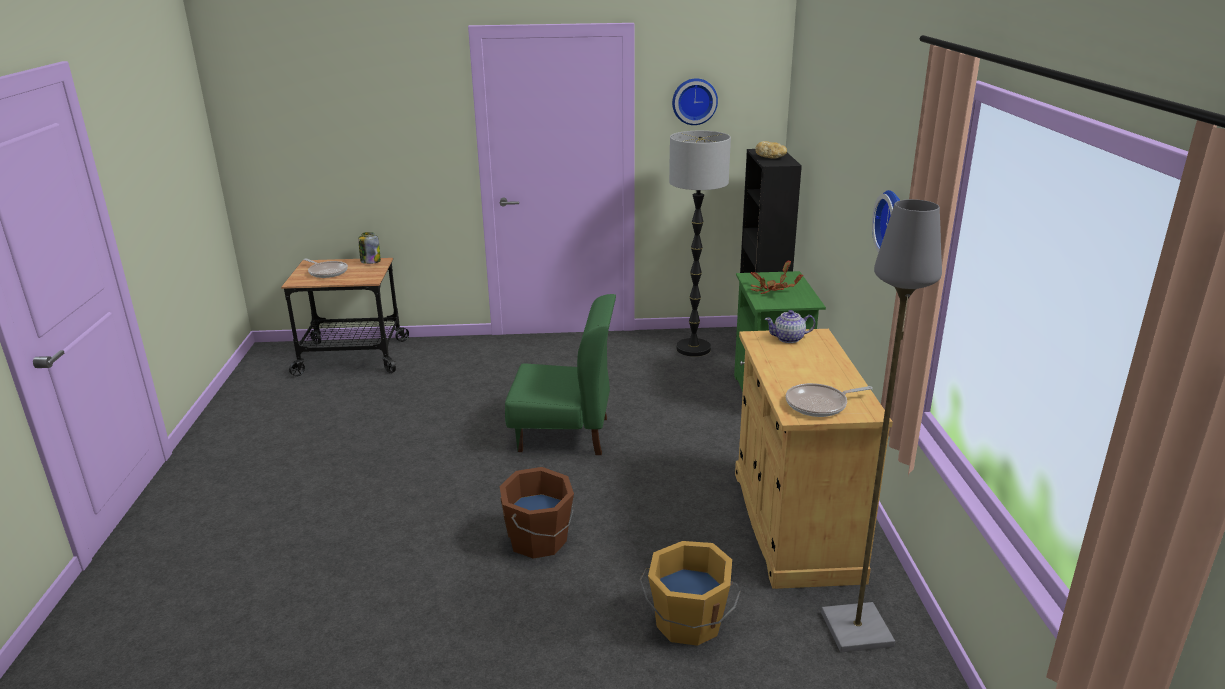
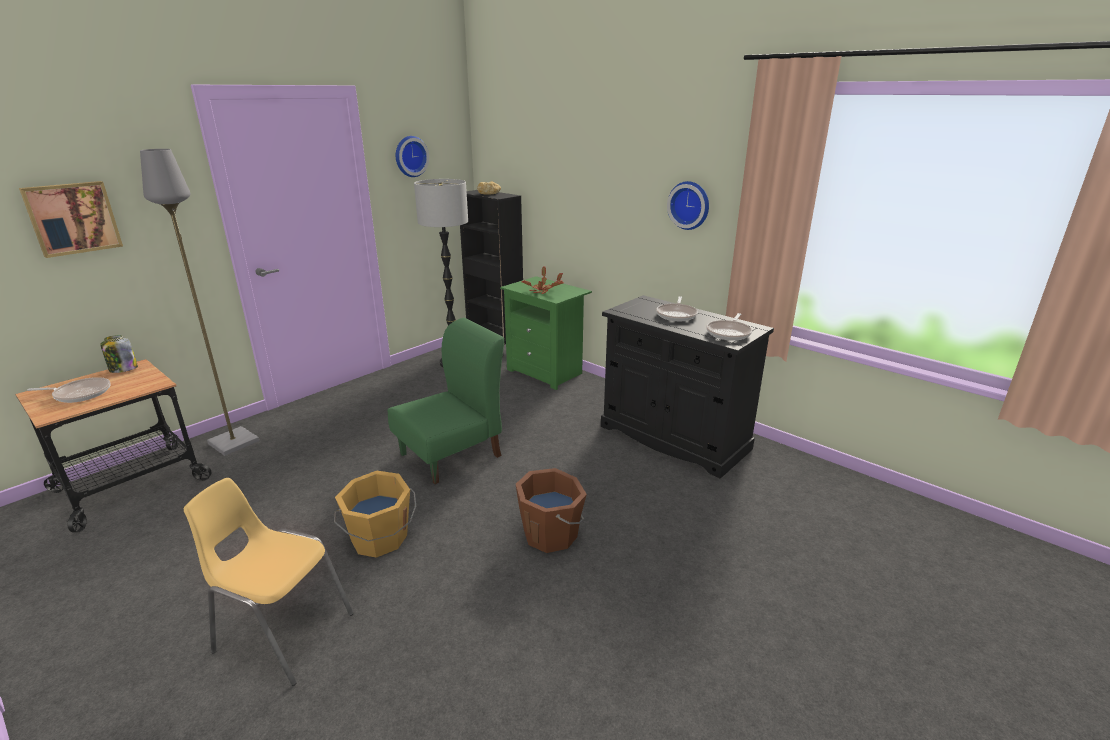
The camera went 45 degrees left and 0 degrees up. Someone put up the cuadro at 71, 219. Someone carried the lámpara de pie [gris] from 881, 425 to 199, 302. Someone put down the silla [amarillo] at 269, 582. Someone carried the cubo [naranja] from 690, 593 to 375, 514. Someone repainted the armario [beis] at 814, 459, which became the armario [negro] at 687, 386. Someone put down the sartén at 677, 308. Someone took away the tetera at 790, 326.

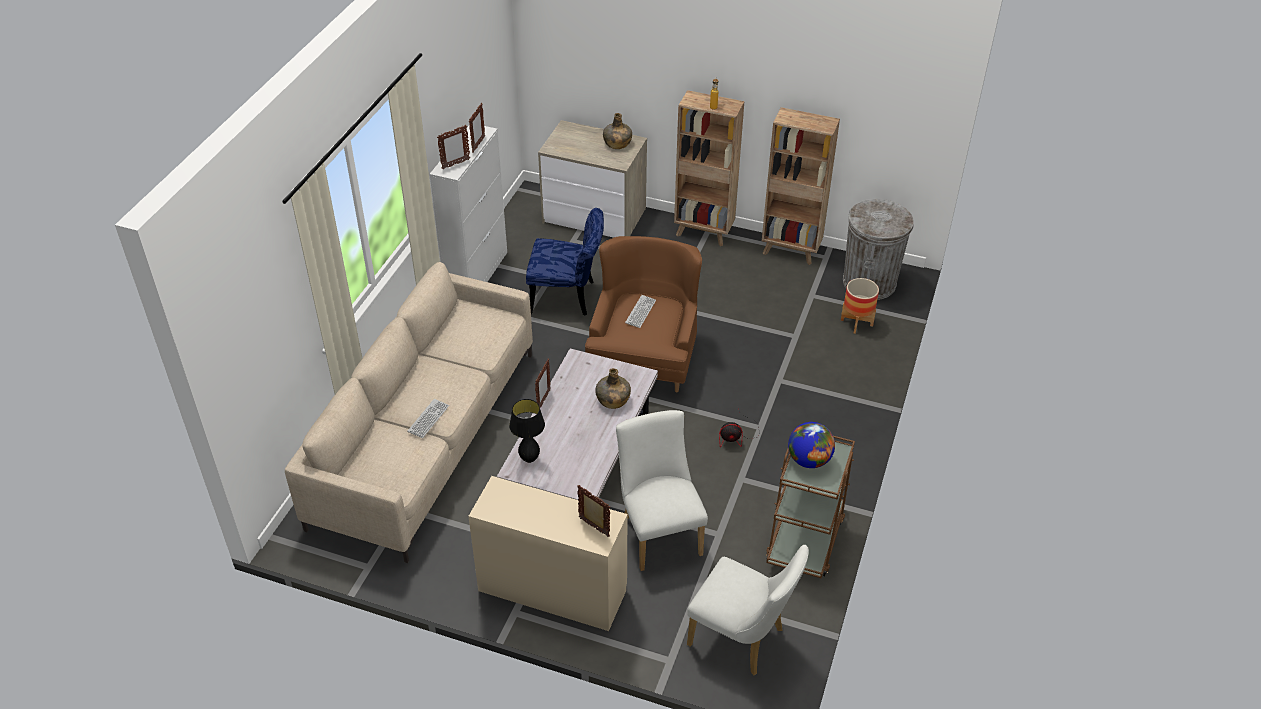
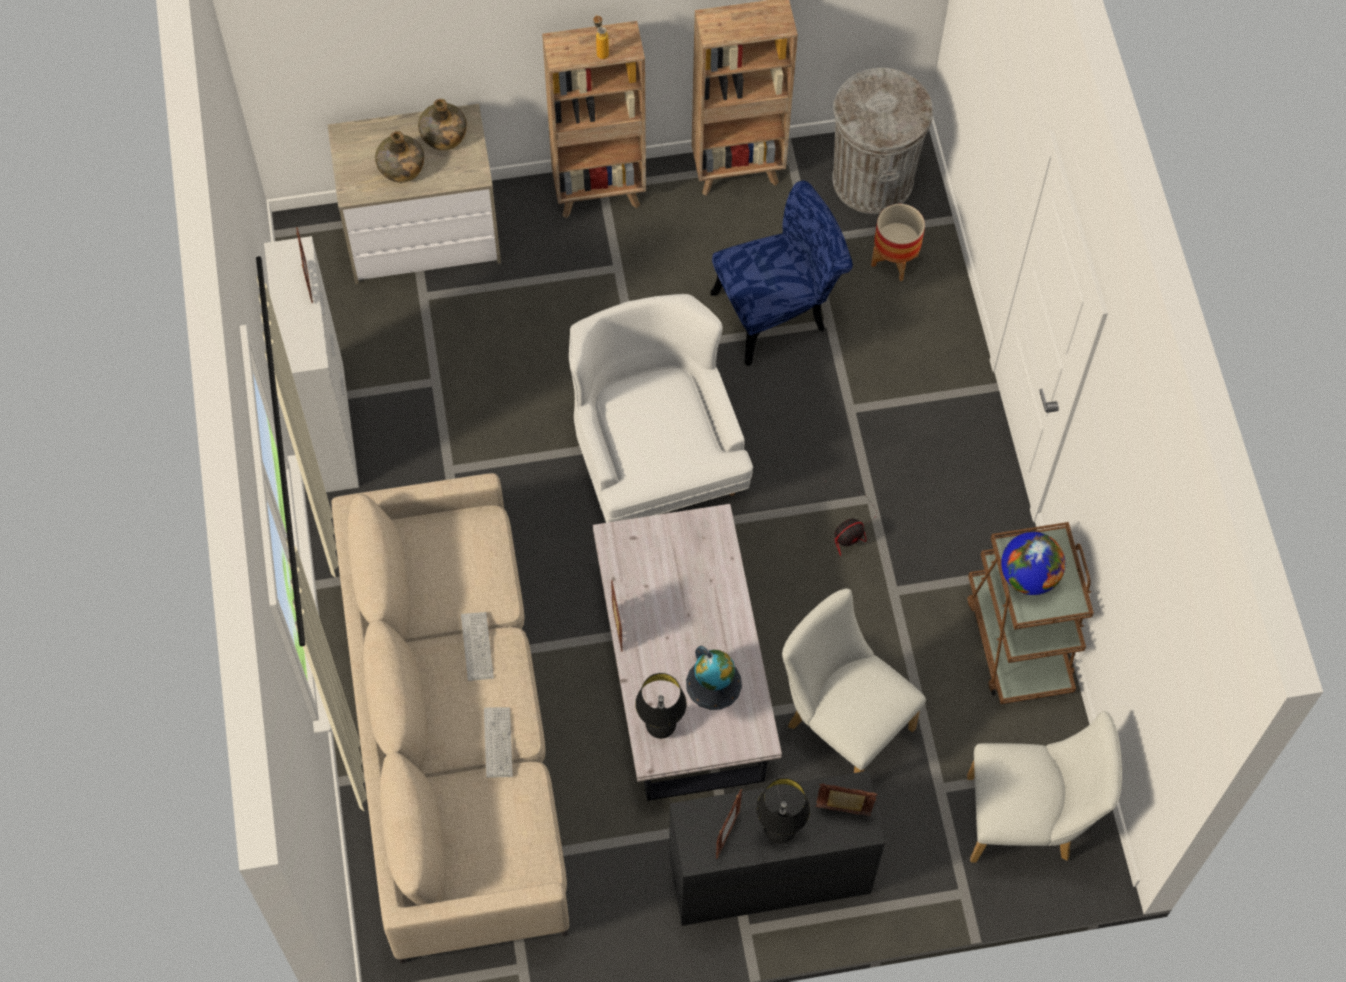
The camera went 30 degrees left and 20 degrees up. Someone carried the botella [verde] from 613, 388 to 399, 157. Someone carried the teclado from 640, 311 to 477, 646. Someone repainted the sillón [marrón] at 643, 314, which became the sillón [blanco] at 661, 408. Someone repainted the escritorio [beis] at 548, 553, which became the escritorio [negro] at 777, 848. Someone put down the globo terráqueo at 714, 678. Someone carried the silla [azul] from 565, 262 to 781, 273. Someone carried the portarretratos from 453, 147 to 729, 823. Someone put down the lámpara de mesa [negro] at 783, 811.

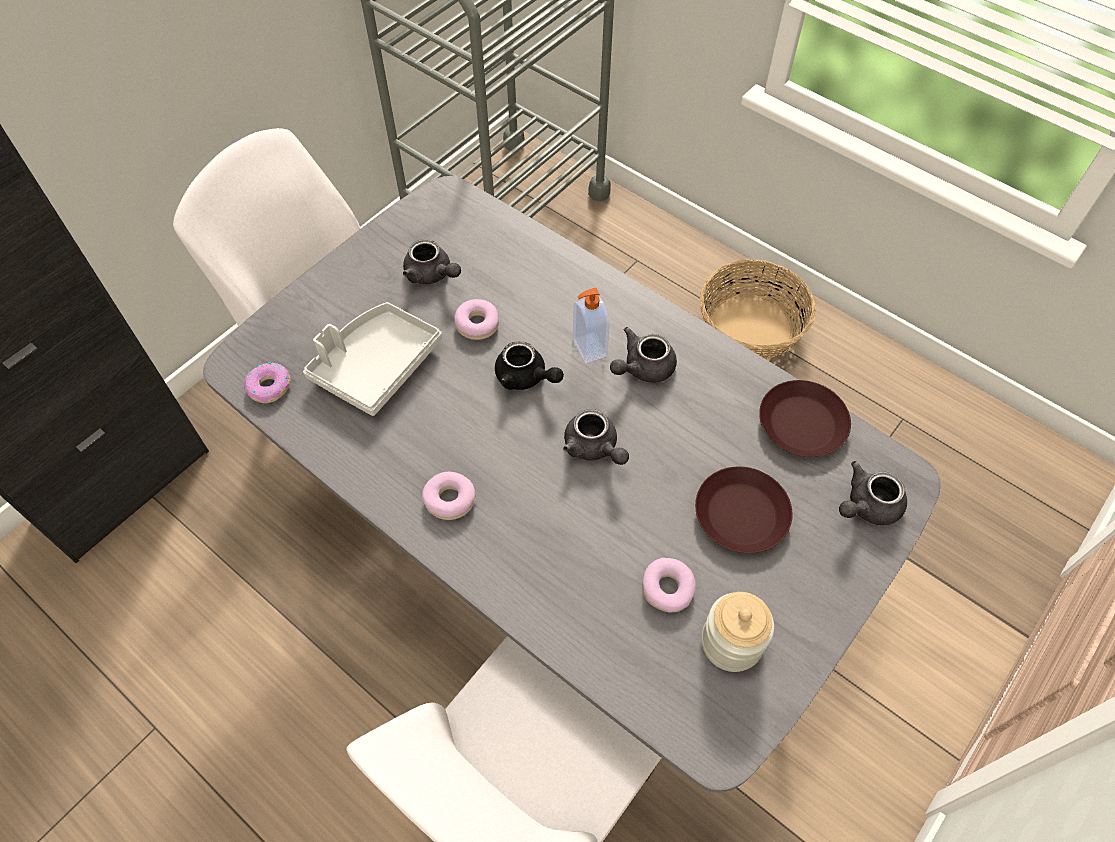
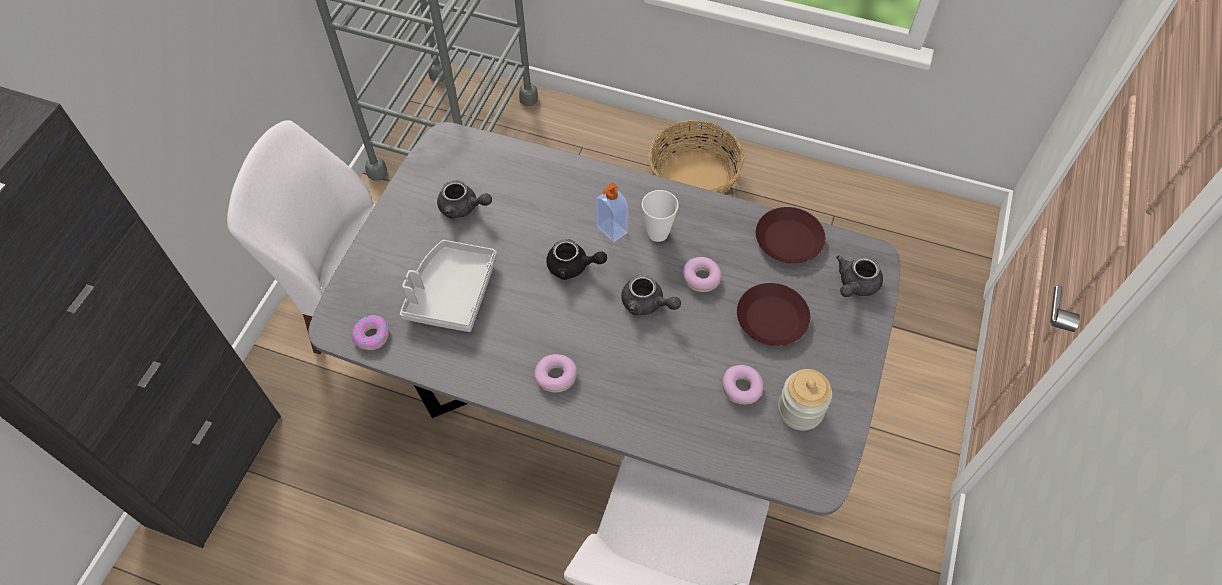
The camera went 20 degrees left and 0 degrees up. Someone swapped the tetera [gris] at 643, 355 for the taza at 660, 216. Someone carried the rosquilla from 476, 319 to 702, 274.

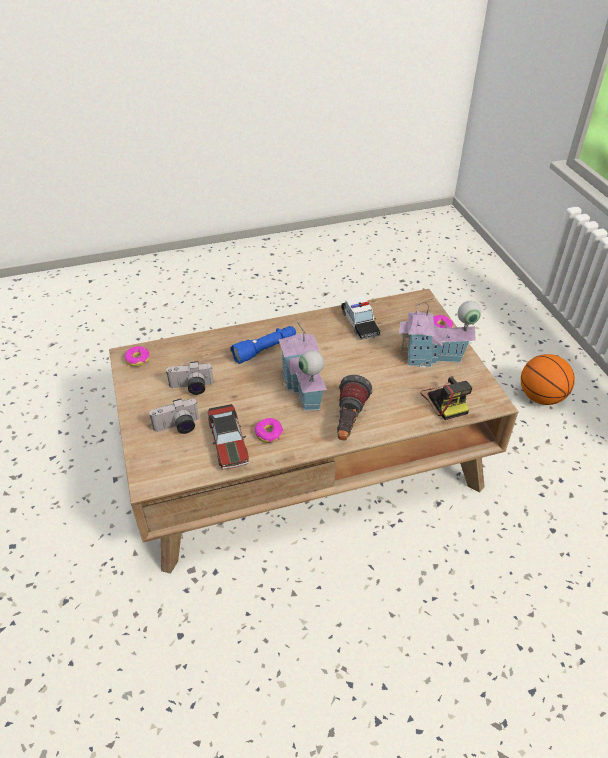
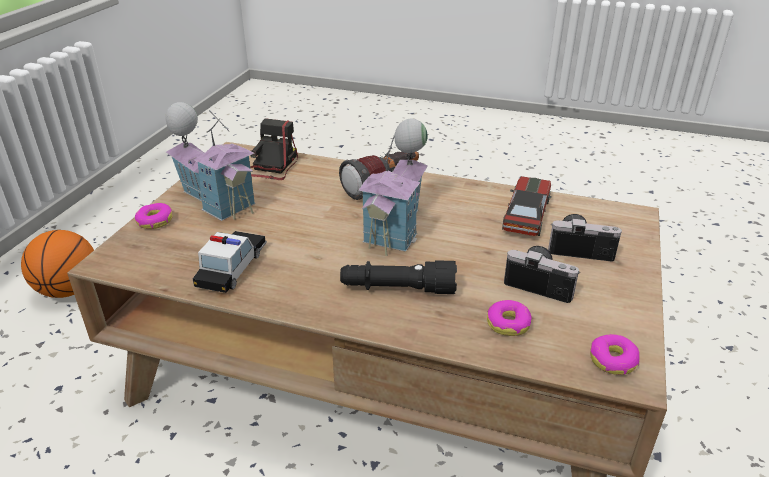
The camera went 145 degrees left and 10 degrees down. Someone repainted the linterna [azul] at 263, 345, which became the linterna [negro] at 398, 277. Someone carried the rosquilla from 268, 430 to 509, 318.

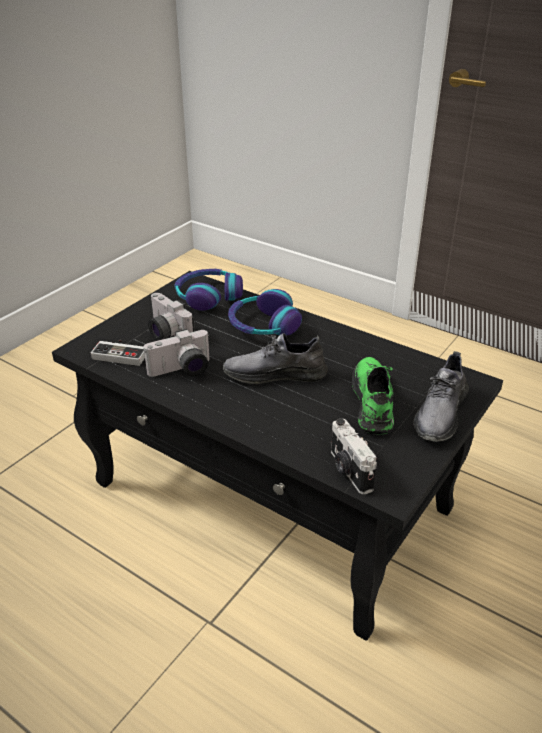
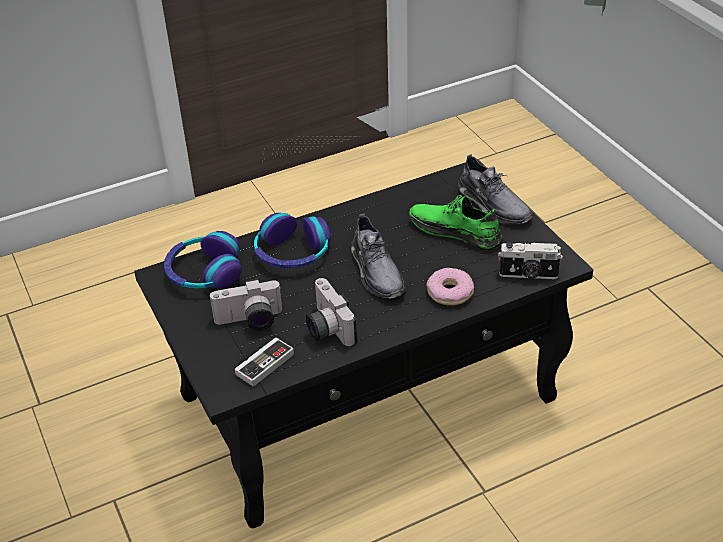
The camera went 60 degrees left and 5 degrees up. Someone rotated the cámara at 177, 353 by 150 degrees clockwise. Someone rotated the zapato [gris] at 275, 358 by 45 degrees counterclockwise. Someone put down the rosquilla at 450, 287.

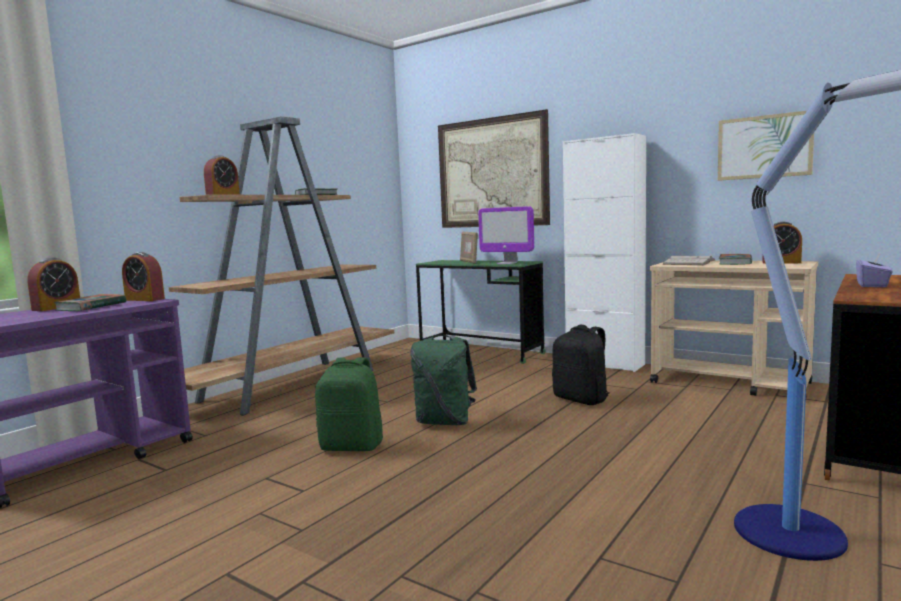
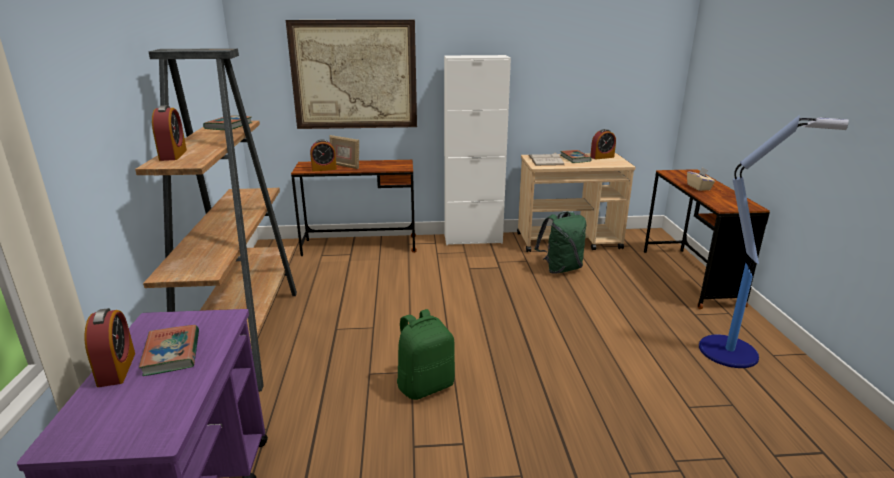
The camera went 40 degrees left and 15 degrees up. Someone repainted the escritorio [verde] at 481, 312, which became the escritorio [marrón] at 354, 208. Someone carried the despertador from 143, 276 to 323, 155. Someone carried the mochila [verde] from 443, 379 to 560, 243. Someone repainted the caja de pañuelos [morado] at 874, 270, which became the caja de pañuelos [beis] at 701, 179. Someone took away the monitor at 506, 235. Someone took away the mochila [negro] at 581, 365. Someone took away the cuadro at 766, 146.

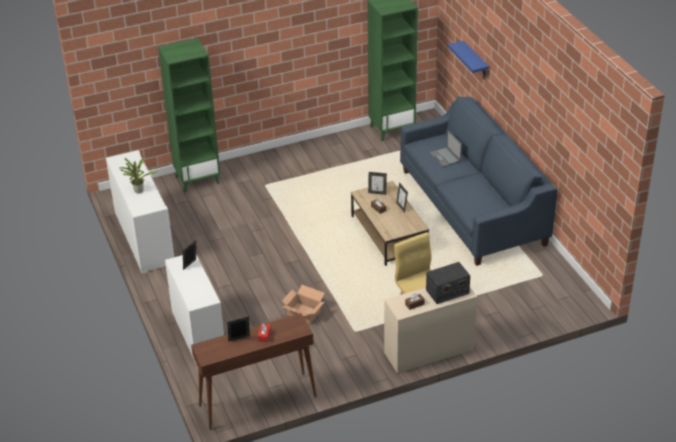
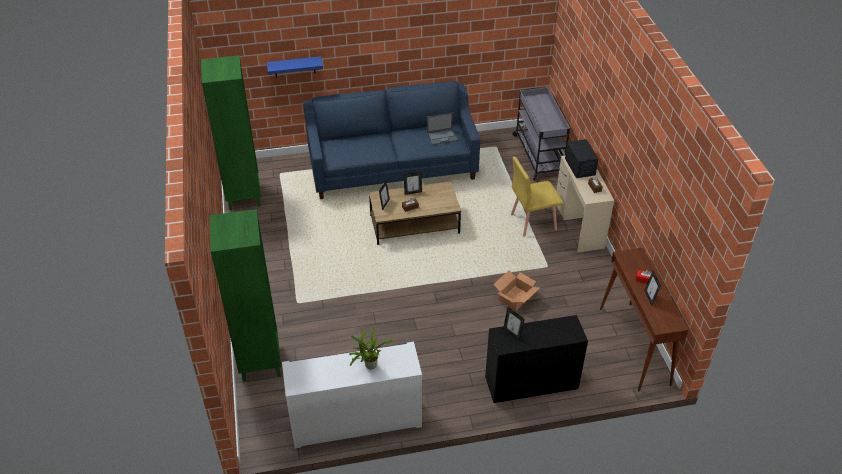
The camera went 80 degrees left and 5 degrees up. Someone carried the portátil from 445, 148 to 442, 128. Someone repainted the escritorio [blanco] at 194, 309, which became the escritorio [negro] at 536, 359. Someone put down the carrito [gris] at 541, 134.

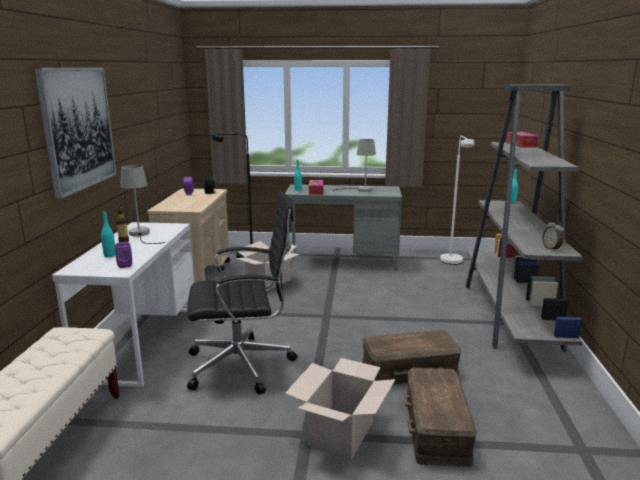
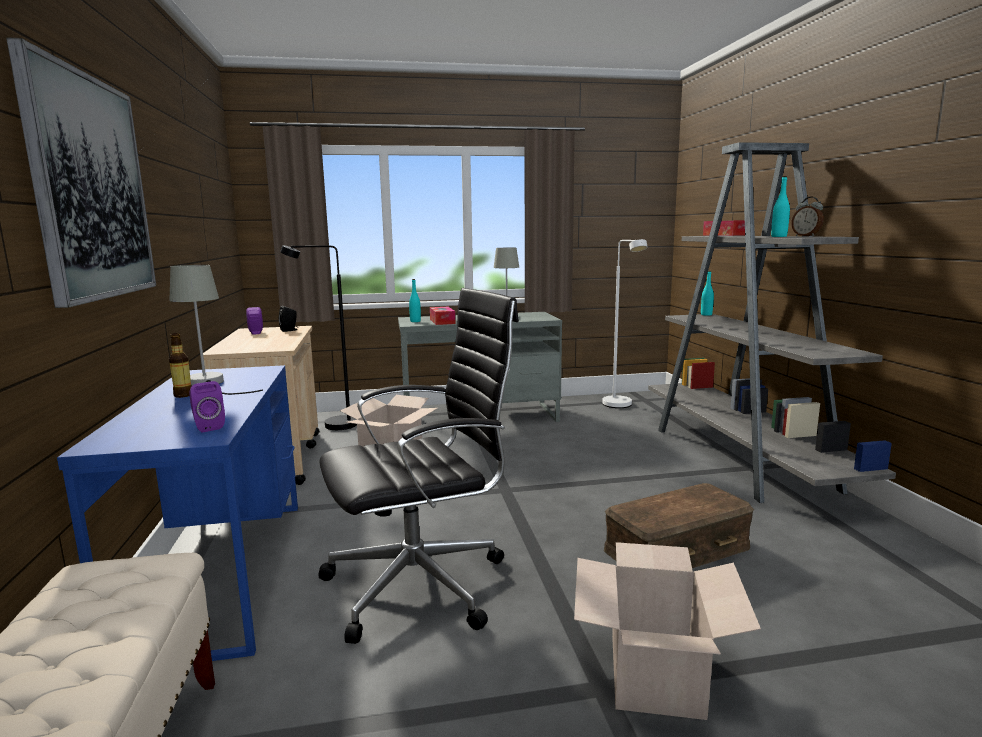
The camera went 15 degrees left and 5 degrees down. Someone repainted the escritorio [blanco] at 123, 304, which became the escritorio [azul] at 177, 513. Someone carried the botella [turquesa] from 108, 234 to 780, 206. Someone carried the despertador from 553, 235 to 807, 216. Someone took away the caja de almacenaje [marrón] at 440, 417.

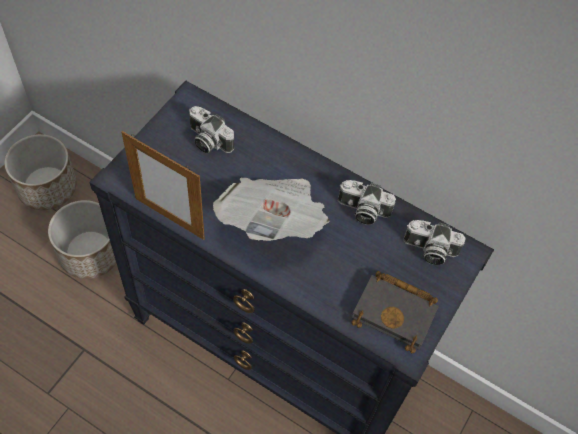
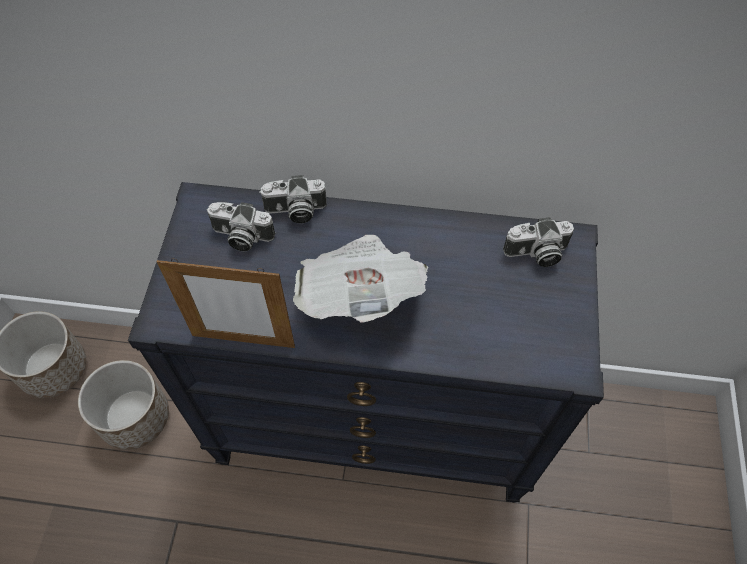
The camera went 20 degrees left and 0 degrees up. Someone carried the cámara from 367, 202 to 293, 199. Someone took away the libro [negro] at 395, 312.

